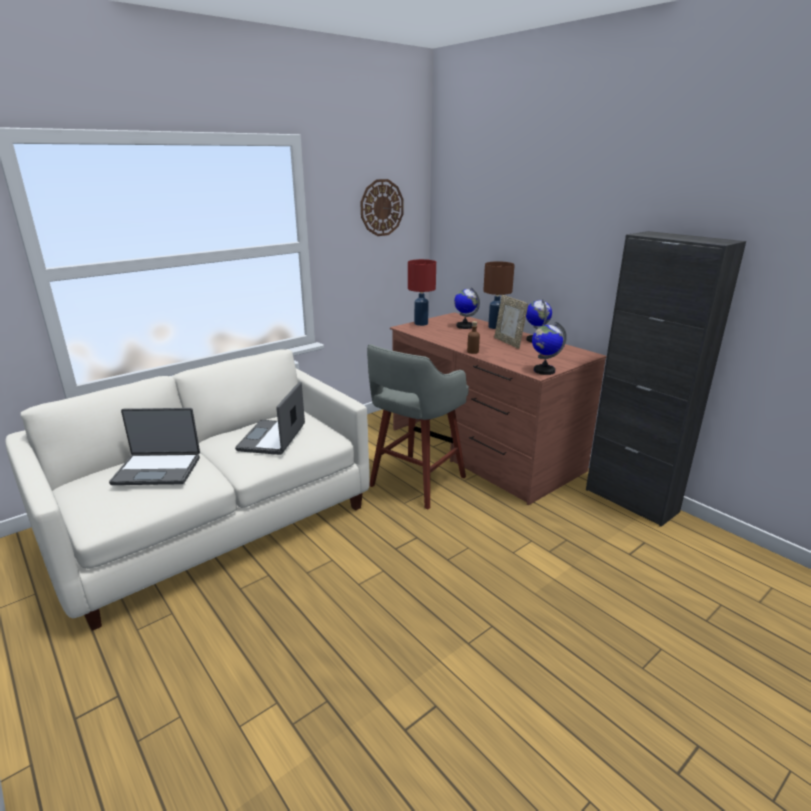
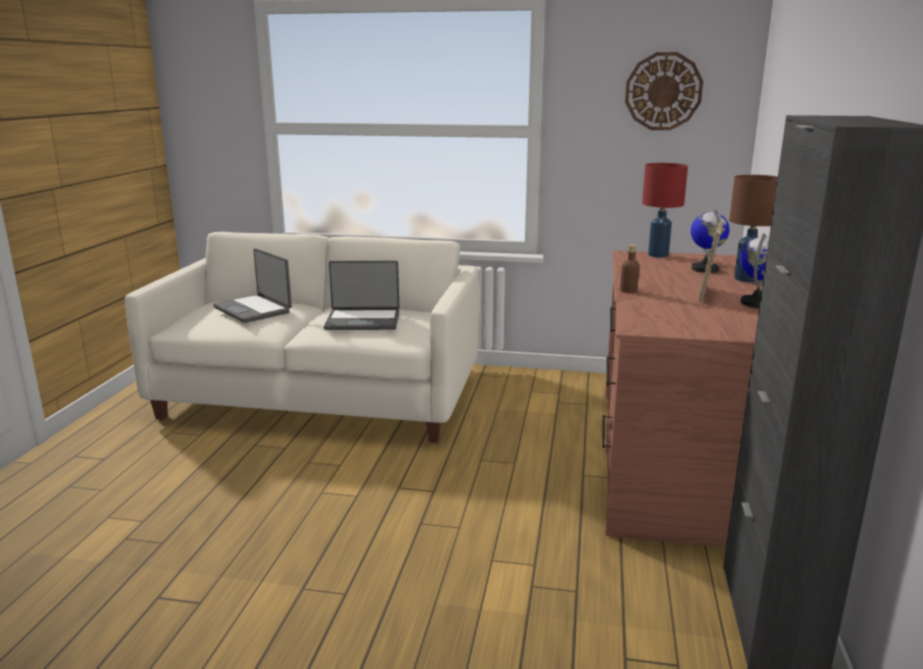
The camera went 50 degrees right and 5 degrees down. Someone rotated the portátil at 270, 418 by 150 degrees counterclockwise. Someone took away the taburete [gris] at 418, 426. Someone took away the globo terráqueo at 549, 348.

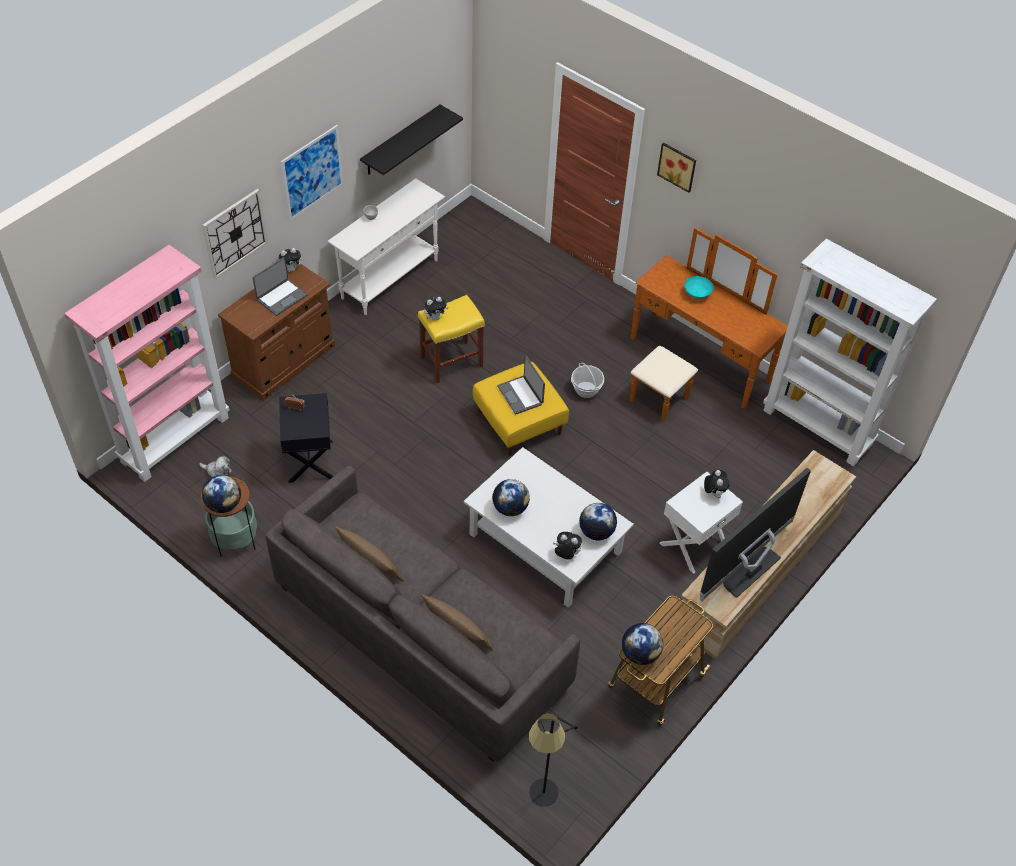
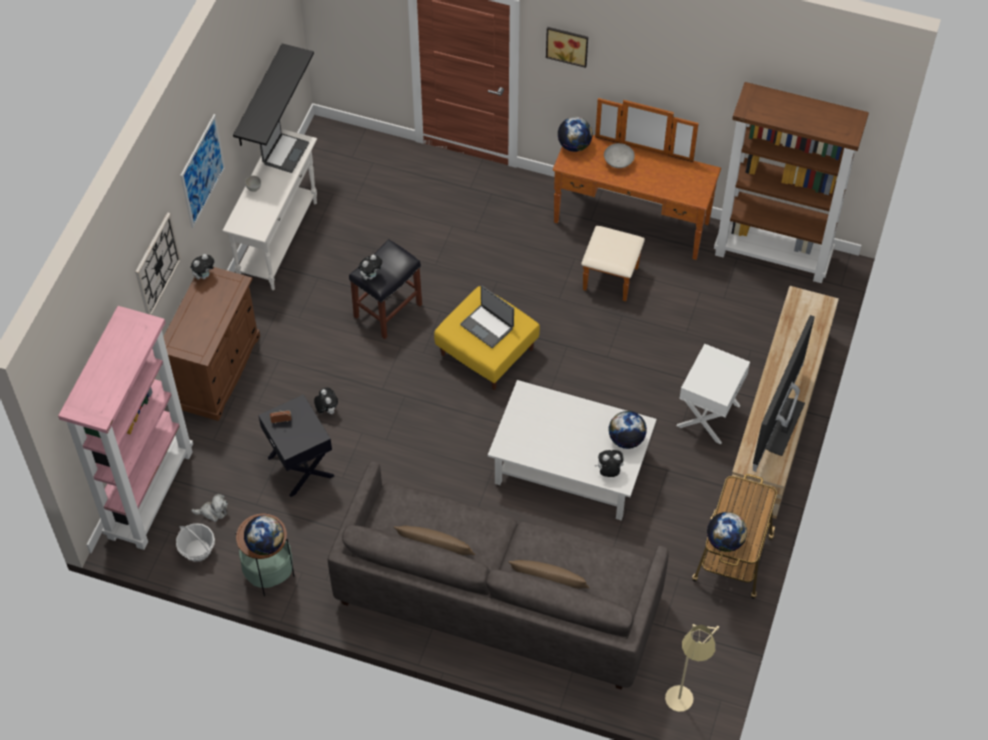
The camera went 20 degrees left and 5 degrees up. Someone carried the cesta from 587, 380 to 195, 542. Someone carried the portátil from 280, 286 to 284, 146. Someone carried the peluche from 716, 484 to 326, 400. Someone repainted the taburete [amarillo] at 451, 339, which became the taburete [negro] at 385, 289. Someone carried the globo terráqueo from 511, 497 to 575, 134. Someone repainted the cuenco [turquesa] at 699, 287, which became the cuenco [gris] at 619, 155. Someone repainted the lámpara de pie [negro] at 553, 759, which became the lámpara de pie [beis] at 692, 668. Someone repainted the estantería [blanco] at 850, 352, which became the estantería [marrón] at 791, 182.

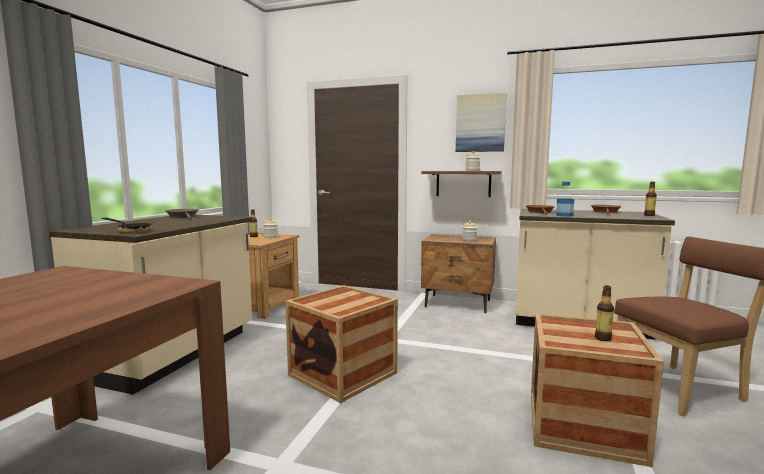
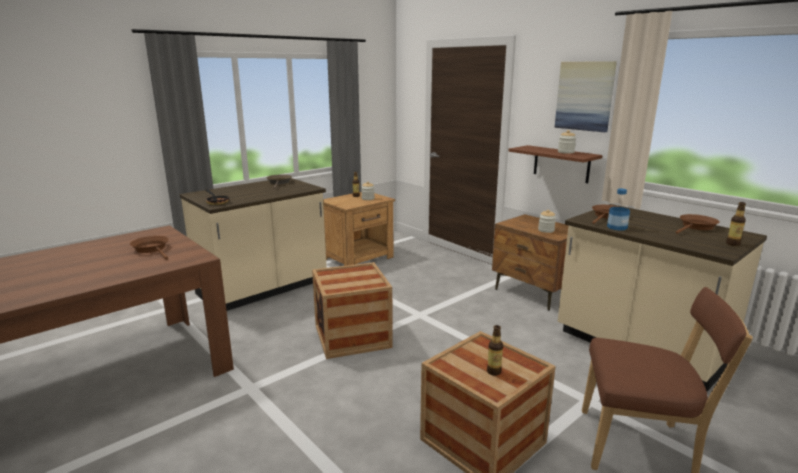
The camera went 30 degrees right and 10 degrees up. Someone put down the sartén [marrón] at 149, 247.

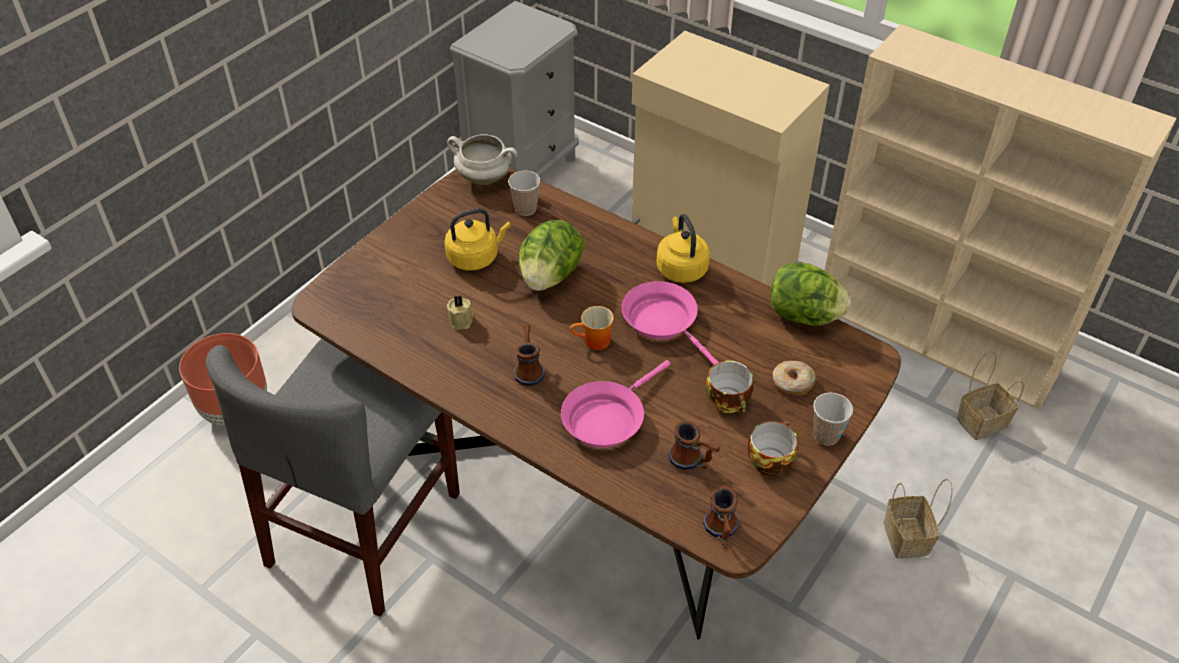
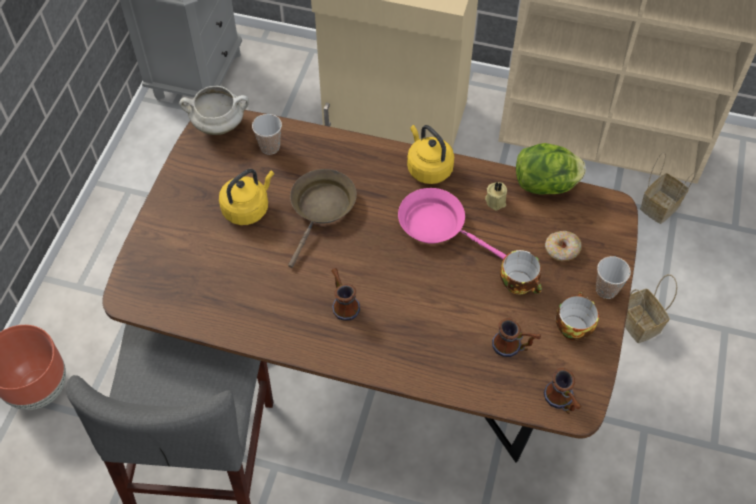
The camera went 20 degrees left and 10 degrees up. Someone swapped the lechuga at 551, 255 for the sartén [marrón] at 322, 218. Someone carried the vela [beis] from 460, 312 to 496, 196. Someone took away the sartén [rosa] at 615, 404. Someone took away the taza grande at 592, 328.

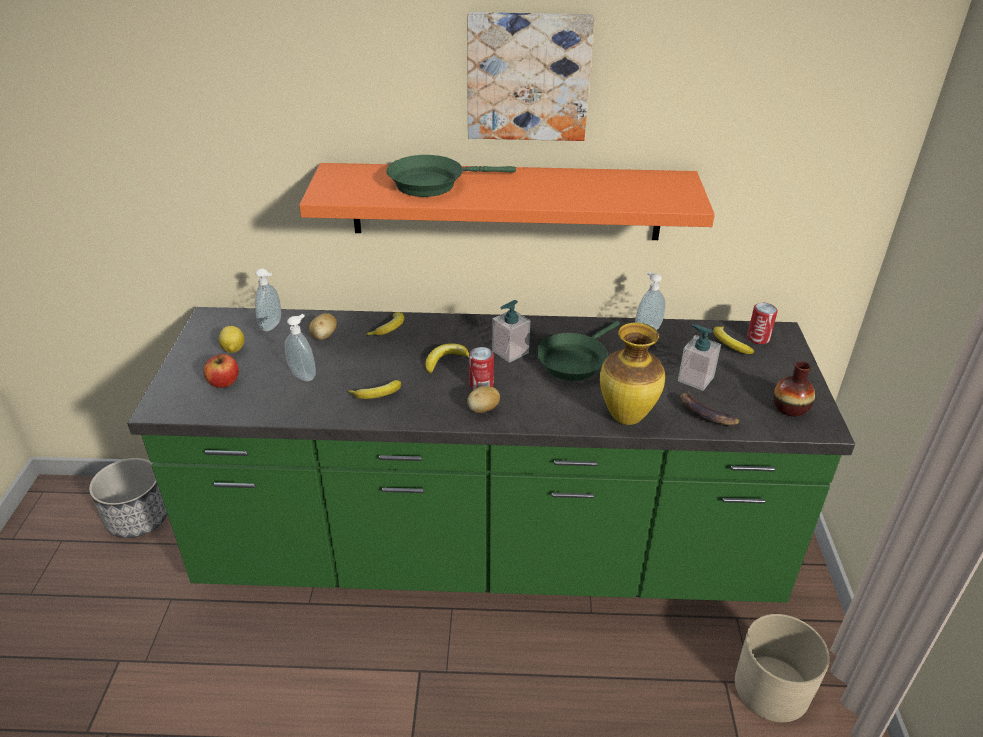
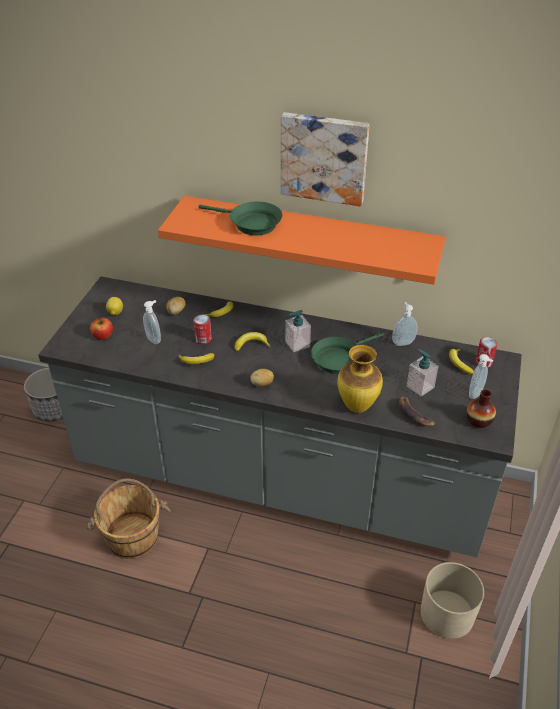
The camera went 15 degrees right and 5 degrees up. Someone repainted the mueble bajo de cocina [verde] at 491, 455, which became the mueble bajo de cocina [gris] at 280, 417. Someone put down the cubo [marrón] at 129, 518. Someone carried the lata from 481, 368 to 202, 329. Someone rotated the sartén [verde] at 451, 176 by 150 degrees counterclockwise. Someone carried the dispensador de jabón from 268, 300 to 481, 376.

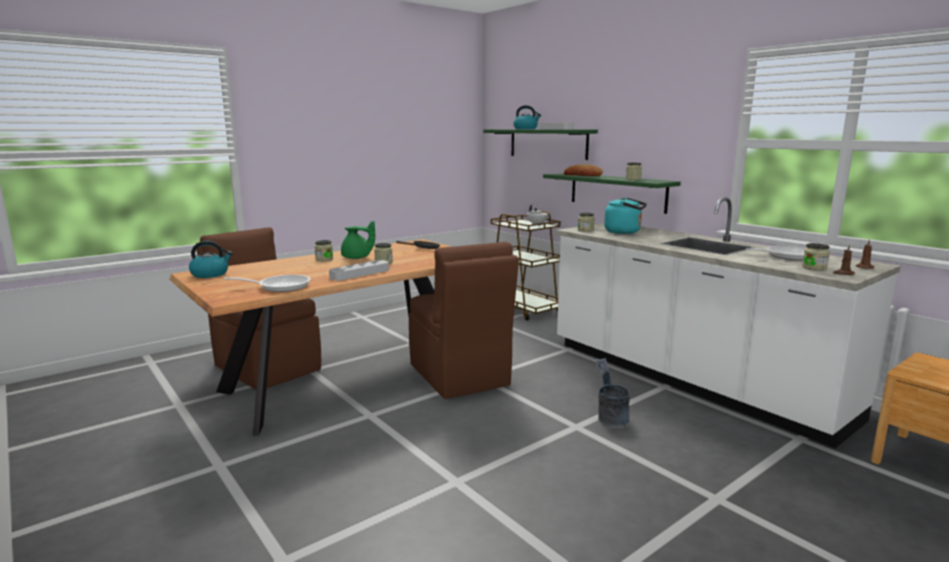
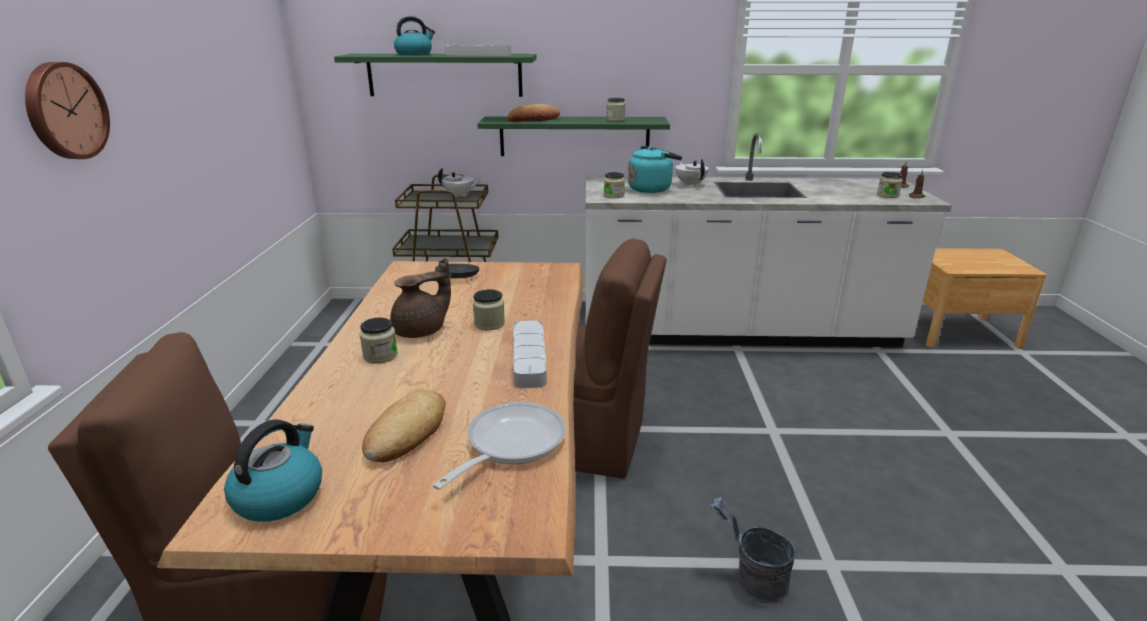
The camera went 50 degrees left and 10 degrees up. Someone put up the reloj de pared at 67, 110. Someone put down the pan at 404, 426. Someone repainted the tetera [verde] at 358, 240, which became the tetera [marrón] at 420, 298. Someone put down the tetera [blanco] at 692, 173. Someone carried the cubo [gris] from 613, 392 to 752, 550. Someone took away the sartén at 776, 253.

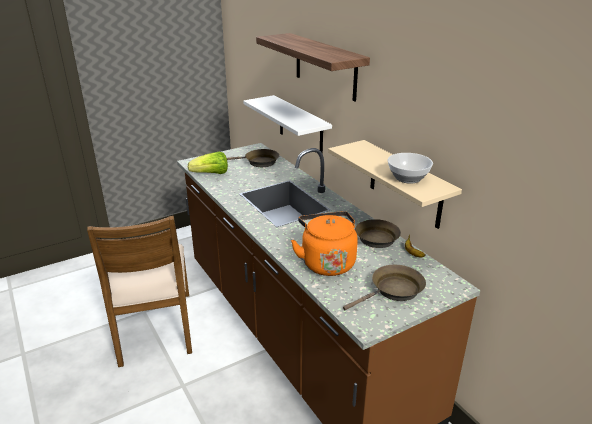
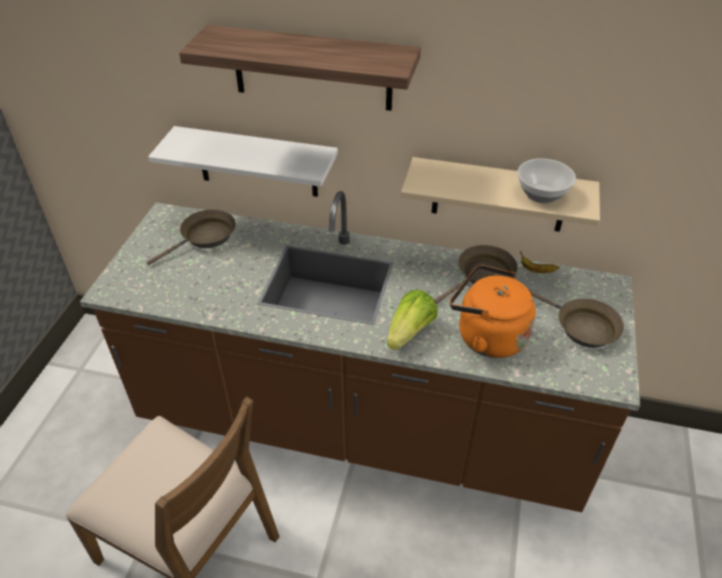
The camera went 45 degrees left and 15 degrees up. Someone carried the lechuga from 208, 163 to 412, 320. Someone rotated the sartén [marrón] at 384, 287 by 120 degrees clockwise.

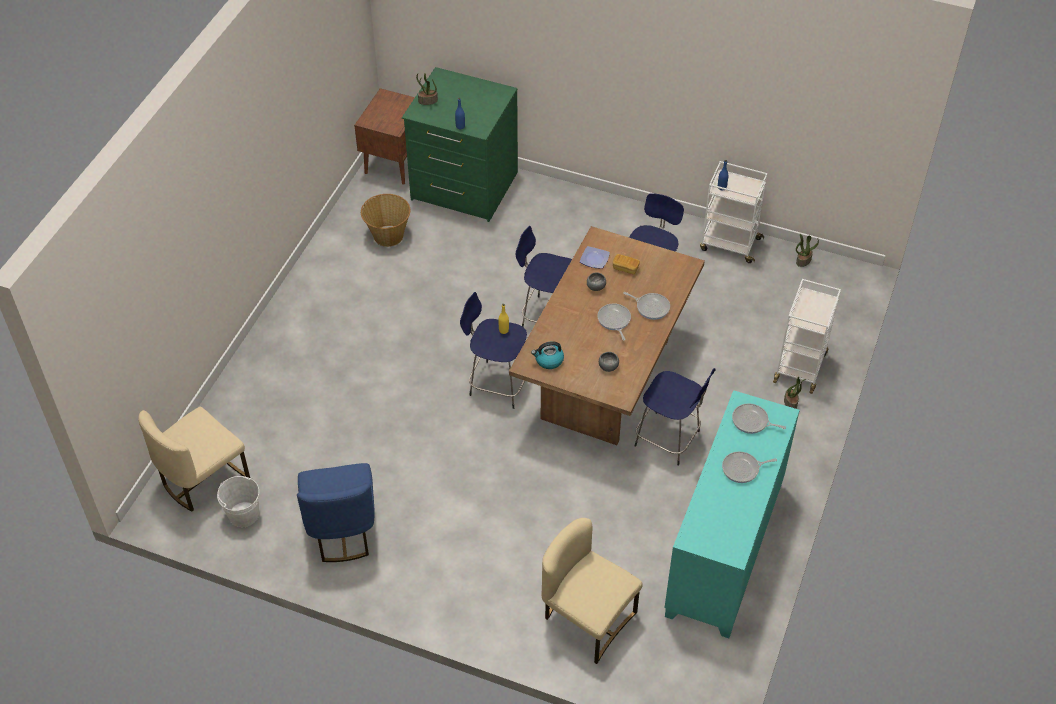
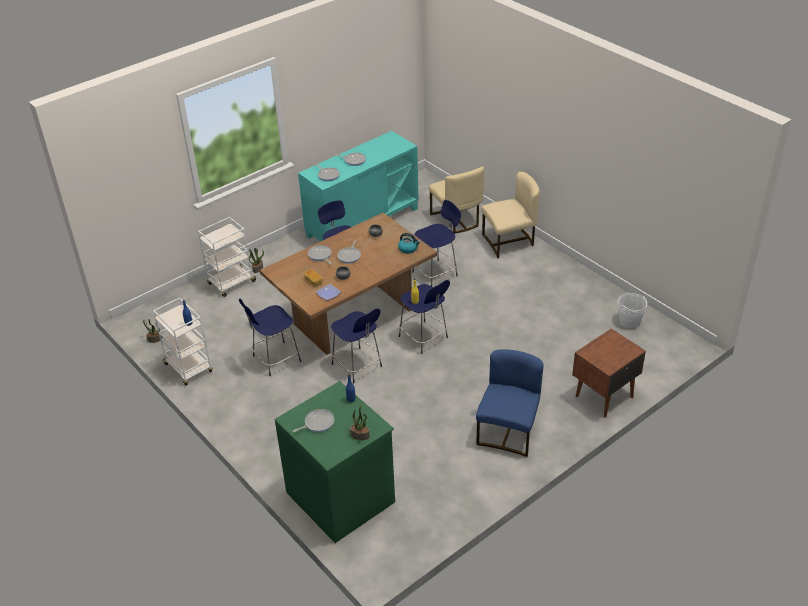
The camera went 150 degrees left and 10 degrees down. Someone put down the sartén at 313, 420. Someone put down the taburete [azul] at 436, 243. Someone carried the silla [azul] from 336, 512 to 510, 403. Someone carried the silla [beis] from 194, 459 to 510, 215. Someone carried the mesita de noche [marrón] from 384, 136 to 609, 373. Someone took away the cesta at 386, 220.

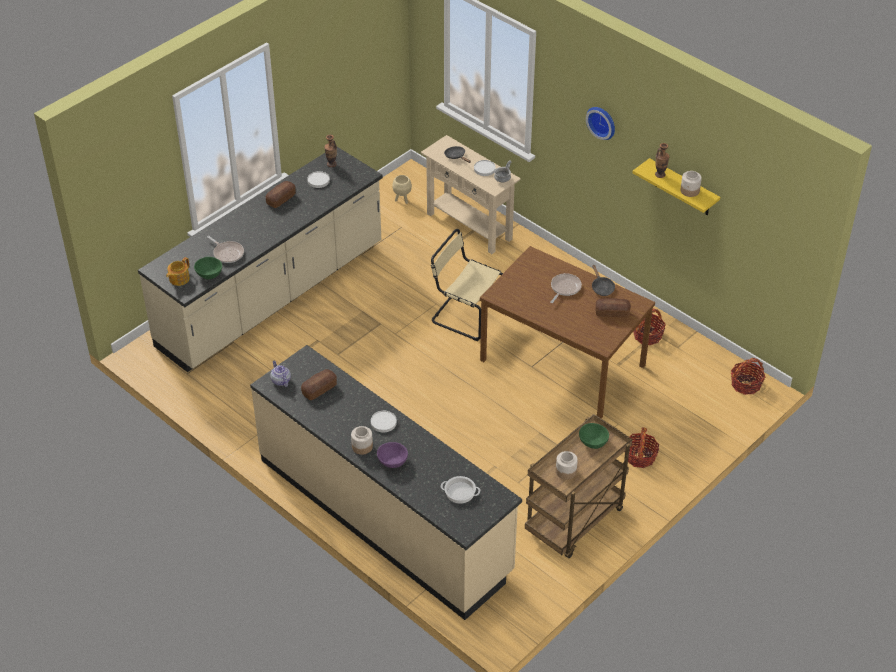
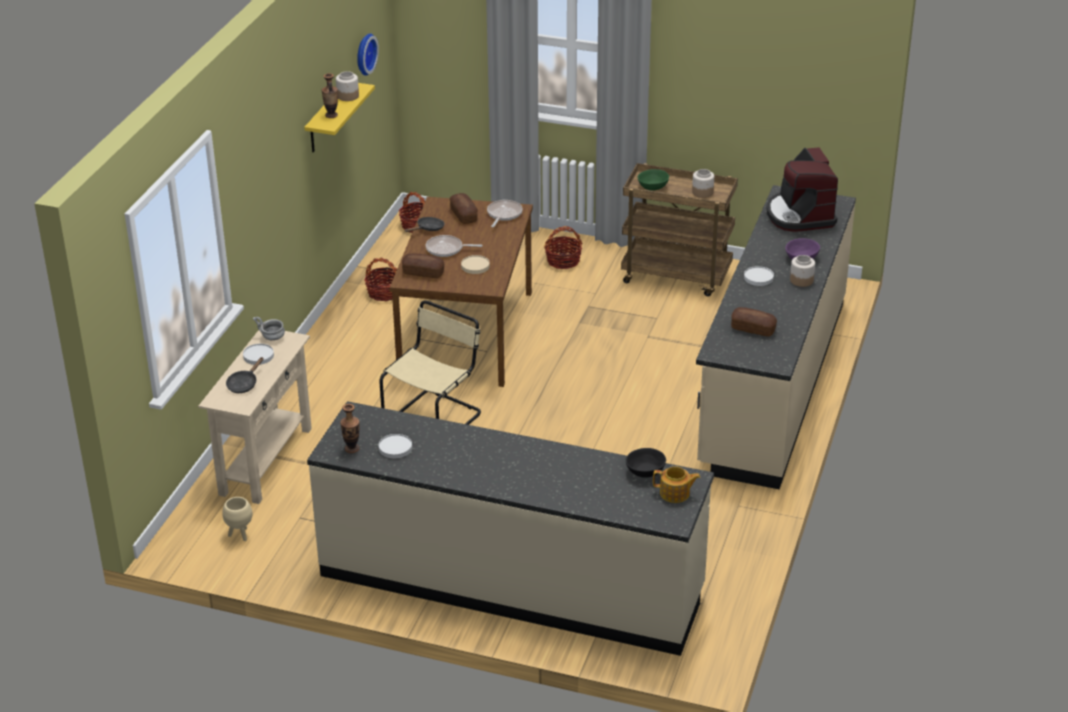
The camera went 115 degrees left and 10 degrees down. Someone carried the reloj de pared from 600, 123 to 368, 54. Someone rotated the silla [beis] at 467, 285 by 150 degrees counterclockwise. Someone carried the pan from 281, 194 to 423, 265. Someone put down the plato [beis] at 475, 264. Someone carried the sartén from 225, 249 to 505, 213. Someone repainted the cuenco [verde] at 208, 268, which became the cuenco [negro] at 646, 463. Someone swapped the olla at 460, 490 for the cafetera at 802, 189. Someone took away the tetera at 280, 373.

